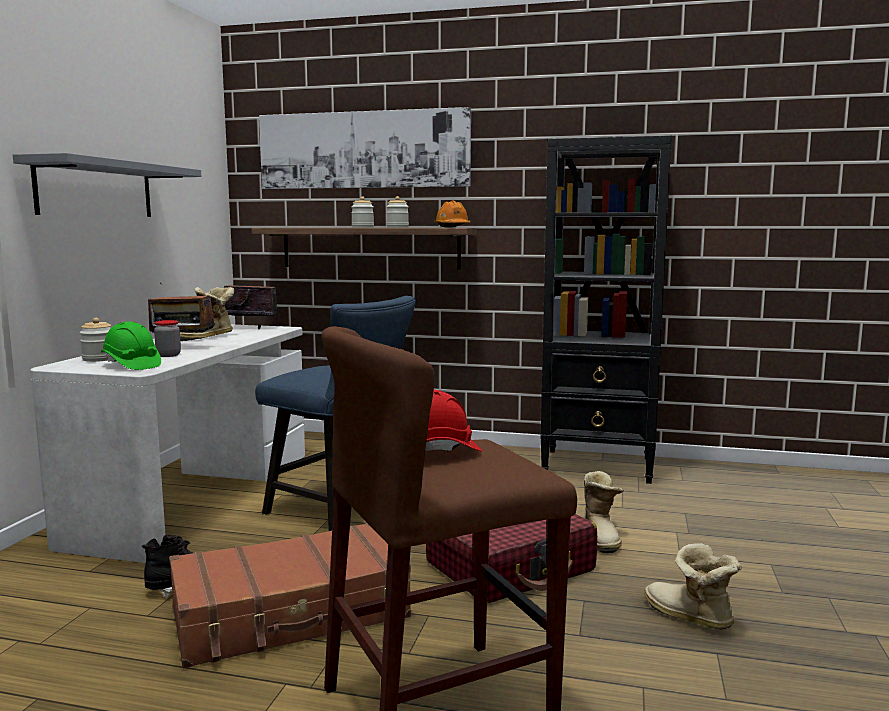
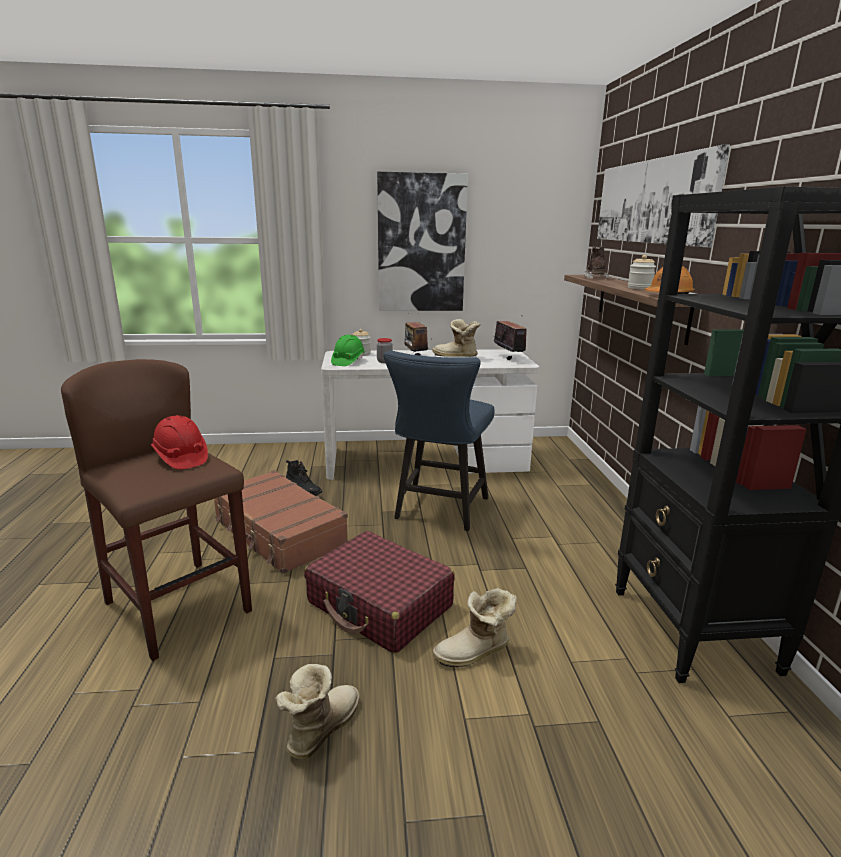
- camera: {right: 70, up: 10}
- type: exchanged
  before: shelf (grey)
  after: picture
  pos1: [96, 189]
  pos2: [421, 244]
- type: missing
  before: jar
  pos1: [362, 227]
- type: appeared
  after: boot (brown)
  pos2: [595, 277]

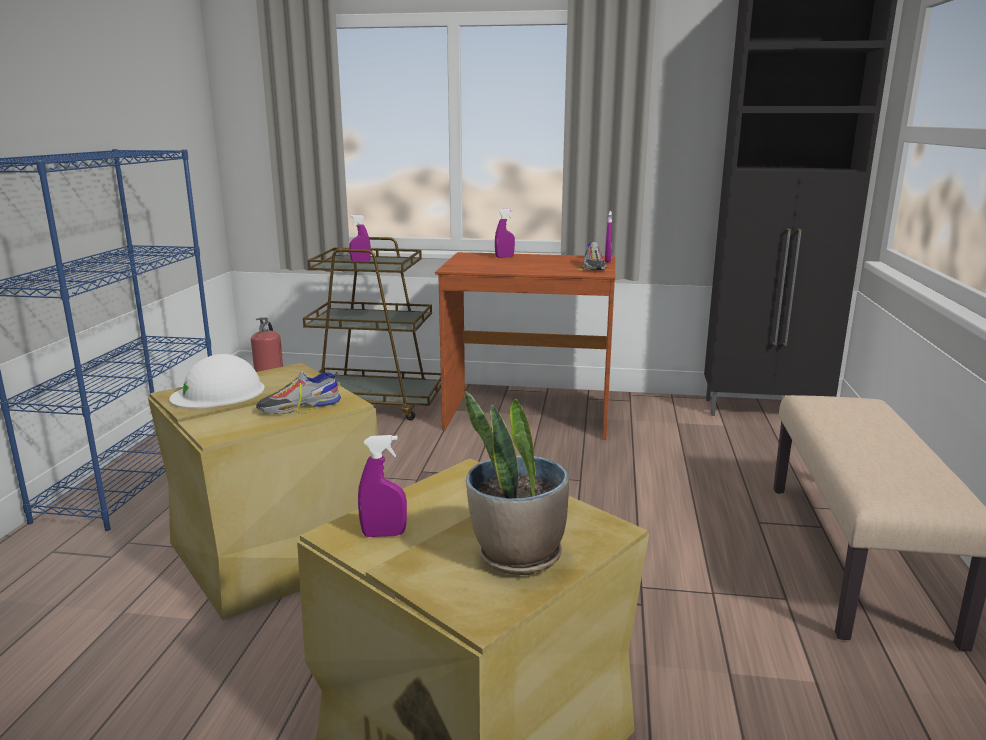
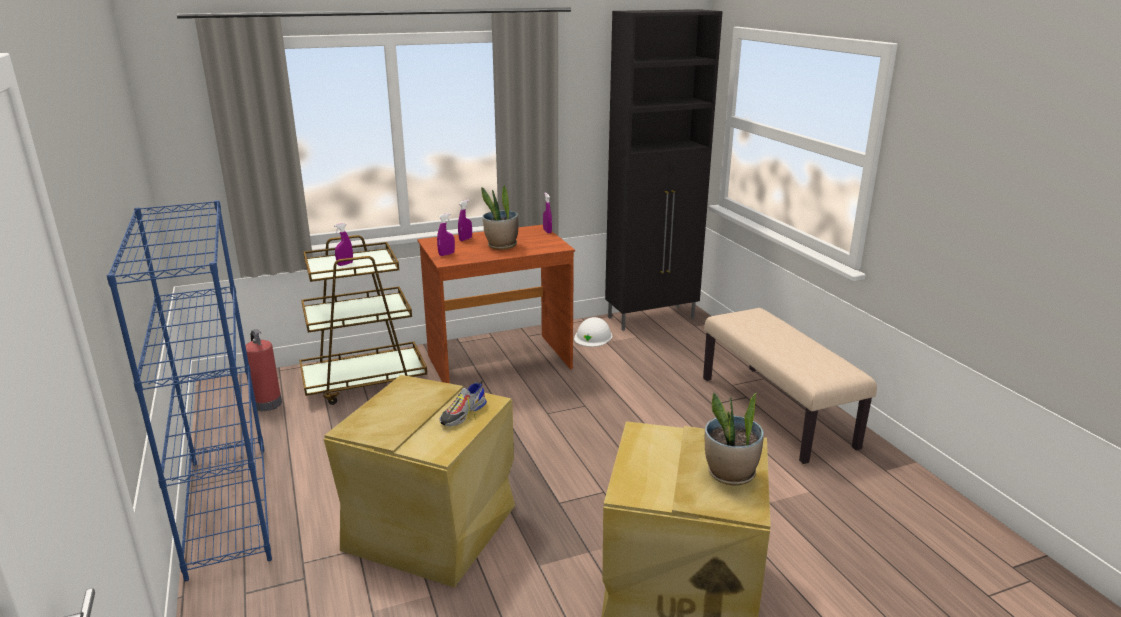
- camera: {right: -30, up: 5}
- type: relocated
  before: hard hat (white)
  pos1: [219, 393]
  pos2: [593, 336]
- type: relocated
  before: spray bottle (purple)
  pos1: [384, 534]
  pos2: [446, 254]
- type: missing
  before: shoe
  pos1: [593, 267]
- type: appeared
  after: potted plant
  pos2: [501, 246]

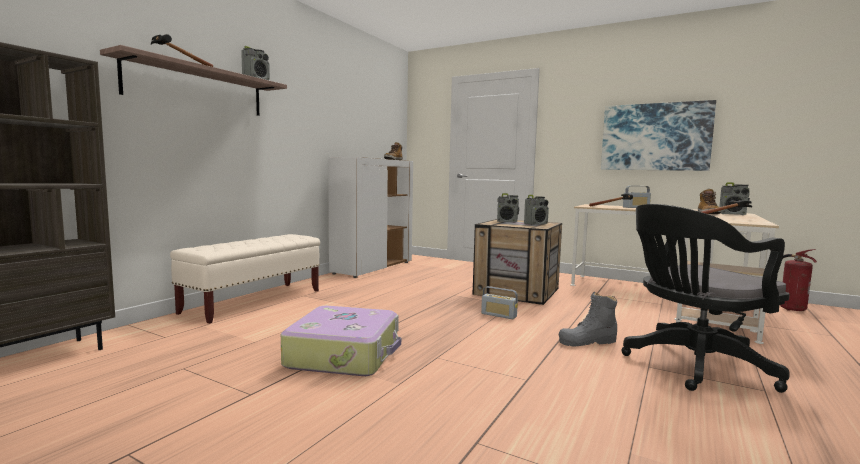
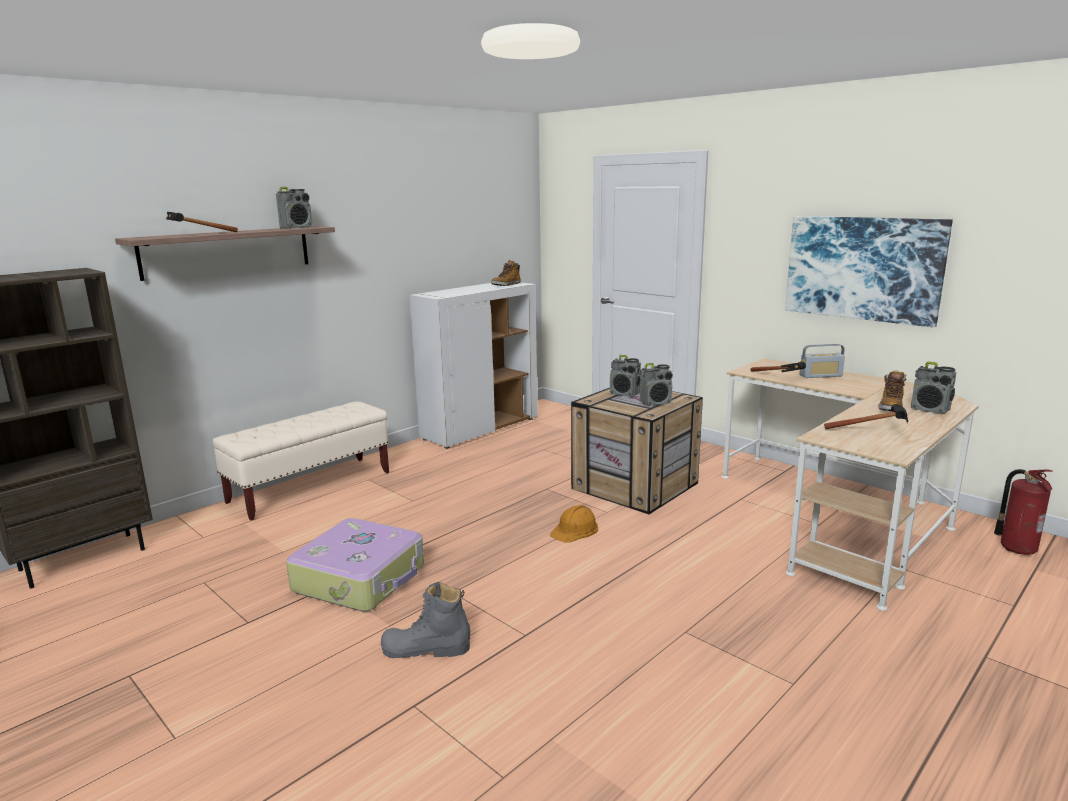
- camera: {right: 15, up: 10}
- type: exchanged
  before: radio
  after: hard hat (orange)
  pos1: [499, 315]
  pos2: [575, 530]
- type: relocated
  before: boot (grey)
  pos1: [587, 341]
  pos2: [426, 649]
- type: missing
  before: office chair (black)
  pos1: [692, 366]

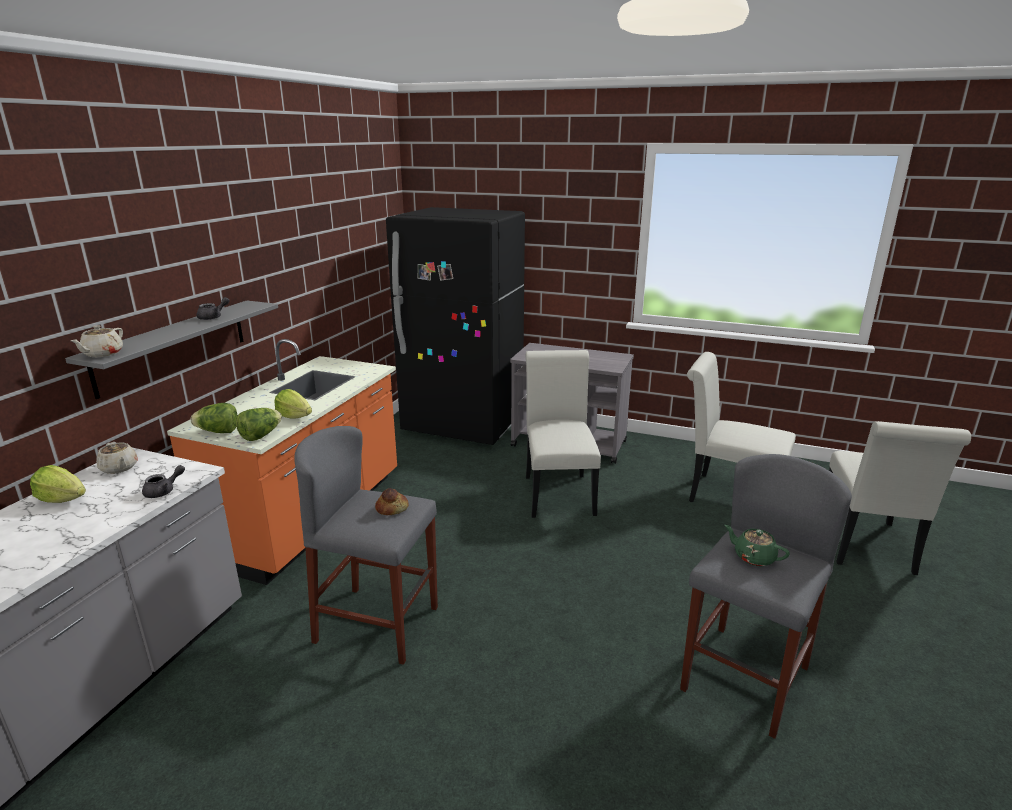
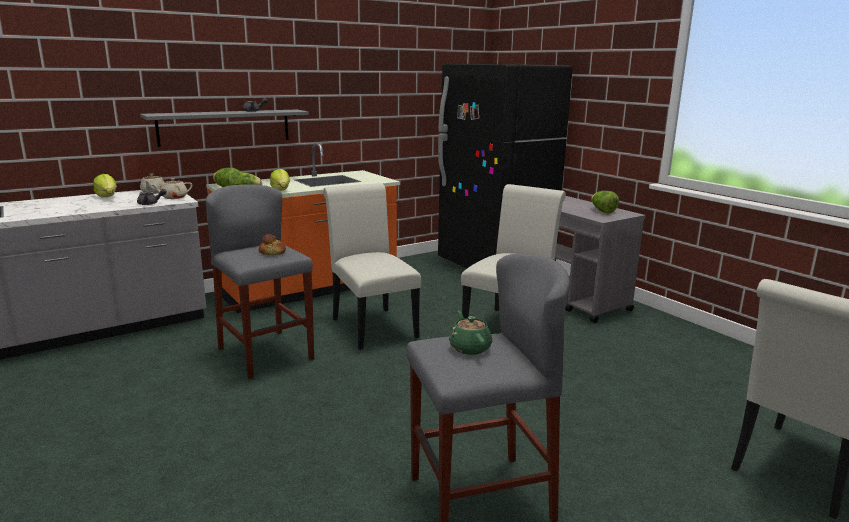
- camera: {right: 35, up: -5}
- type: relocated
  before: teapot (beige)
  pos1: [102, 354]
  pos2: [174, 197]
- type: relocated
  before: chair (white)
  pos1: [727, 495]
  pos2: [371, 325]
- type: appeared
  after: lettuce
  pos2: [602, 211]

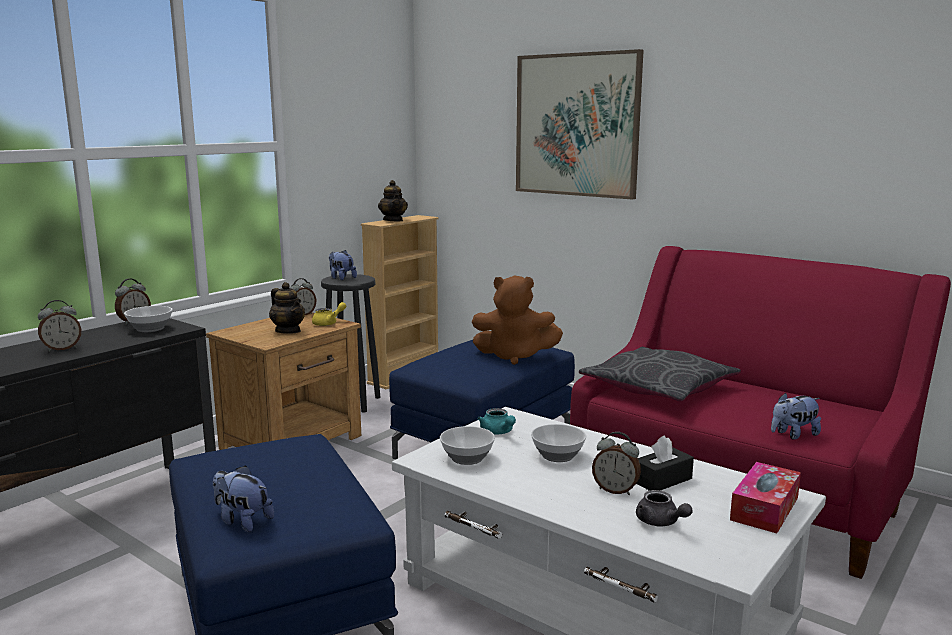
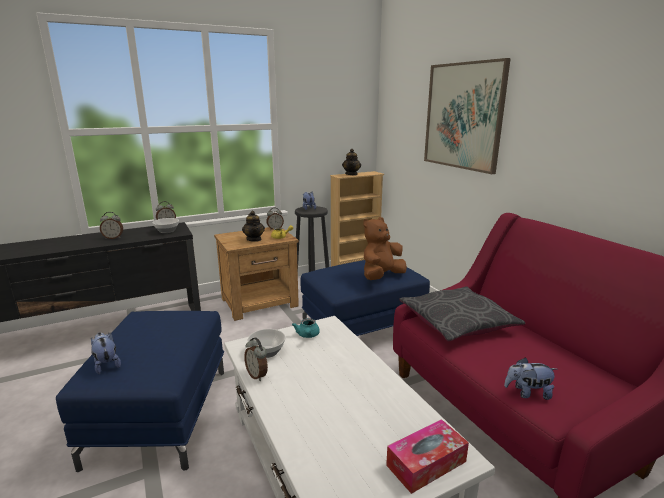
- camera: {right: 25, up: 5}
- type: spun
  before: plush toy (brown)
  pos1: [514, 356]
  pos2: [381, 276]
  turn: 105
- type: missing
  before: bowl
  pos1: [558, 456]
- type: relocated
  before: alarm clock
  pos1: [615, 490]
  pos2: [257, 375]
- type: missing
  before: tissue box (black)
  pos1: [662, 480]
- type: missing
  before: teapot (grey)
  pos1: [660, 522]

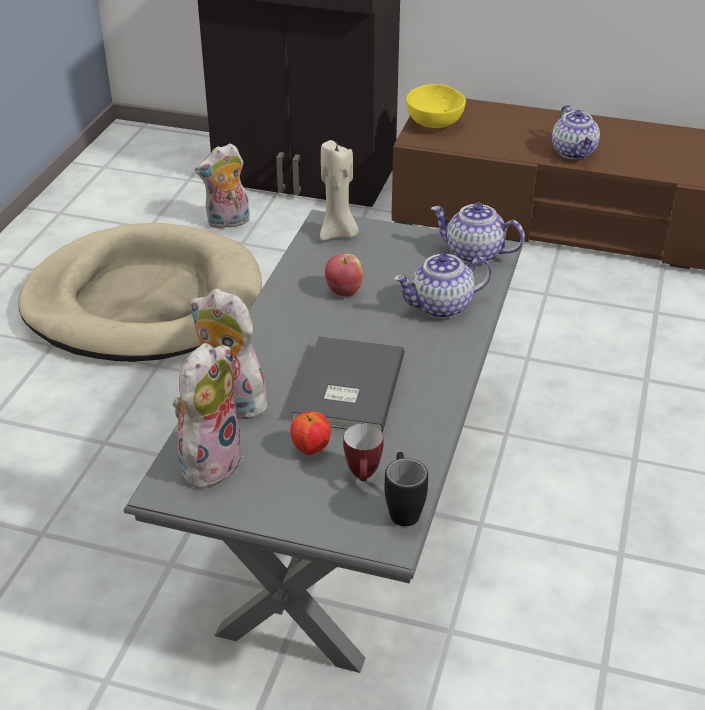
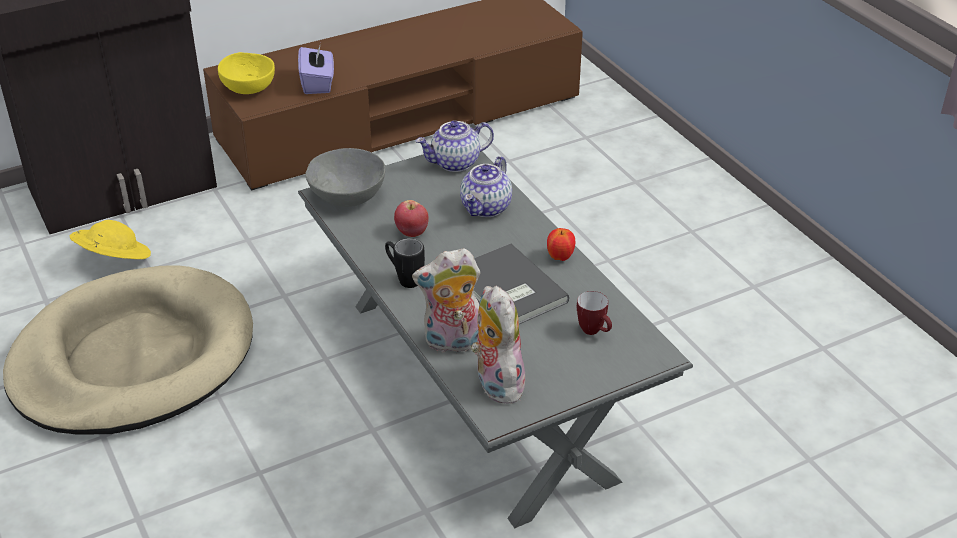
- camera: {right: -45, up: 0}
- type: exchanged
  before: plush toy
  after: hat (yellow)
  pos1: [228, 223]
  pos2: [113, 260]
- type: relocated
  before: apple
  pos1: [311, 449]
  pos2: [560, 257]
- type: exchanged
  before: candle (beige)
  after: bowl (grey)
  pos1: [338, 234]
  pos2: [347, 197]
- type: relocated
  before: mug (black)
  pos1: [403, 508]
  pos2: [404, 278]
- type: missing
  before: teapot
  pos1: [574, 152]
- type: appeared
  after: tissue box (purple)
  pos2: [318, 83]

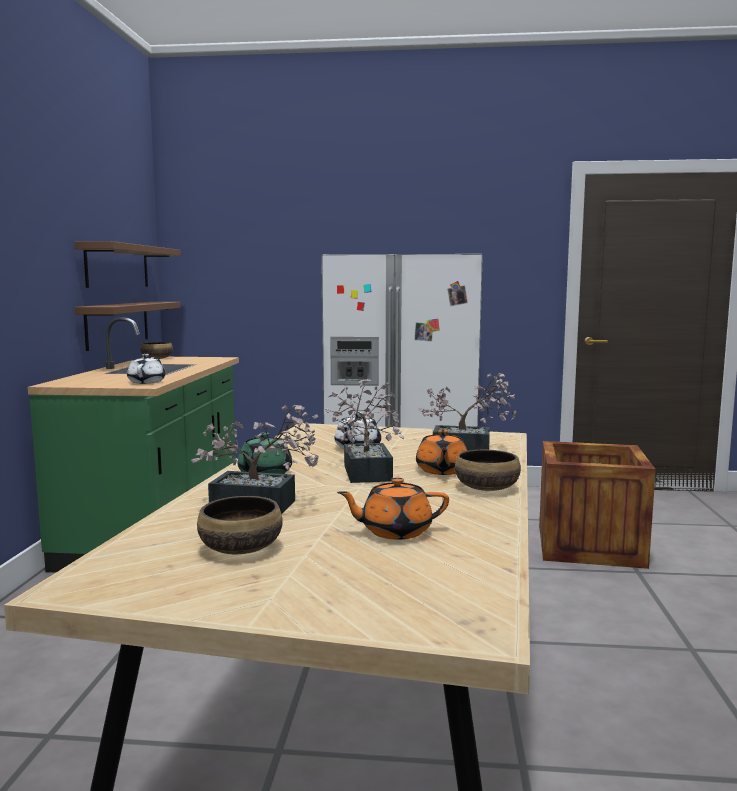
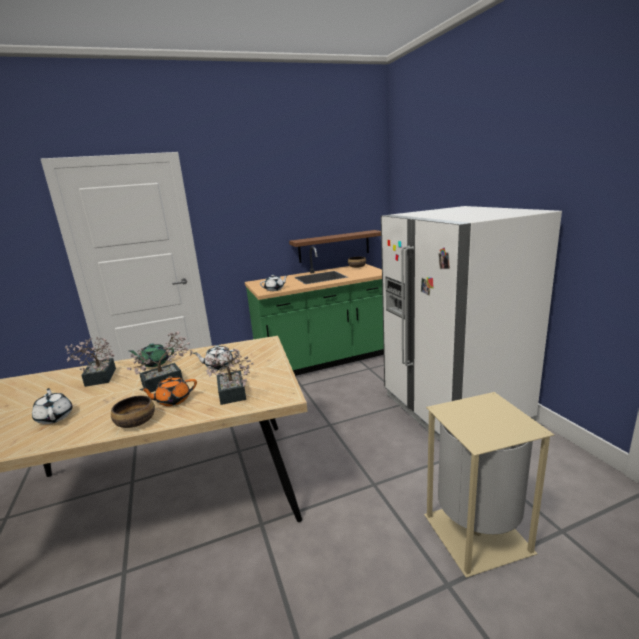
- camera: {right: 65, up: 10}
- type: missing
  before: shelf (brown)
  pos1: [118, 266]
- type: missing
  before: bowl
  pos1: [242, 548]
- type: colour
  before: teapot (orange)
  after: teapot (white)
  pos1: [394, 531]
  pos2: [55, 417]
- type: exchanged
  before: crate
  after: trash can (beige)
  pos1: [589, 546]
  pos2: [479, 534]

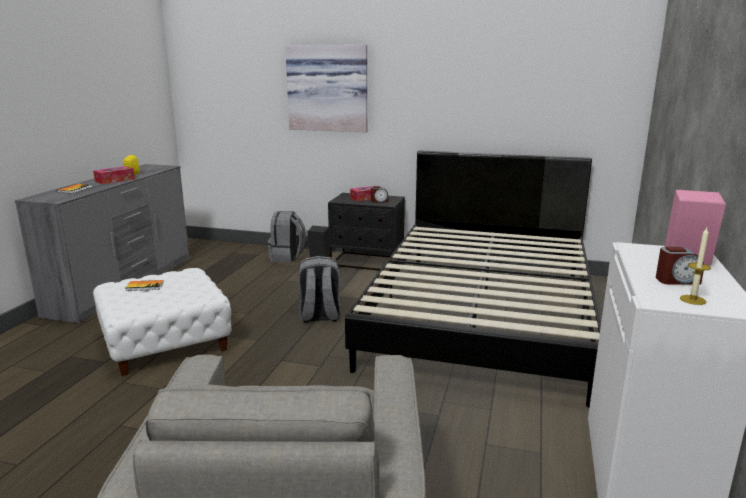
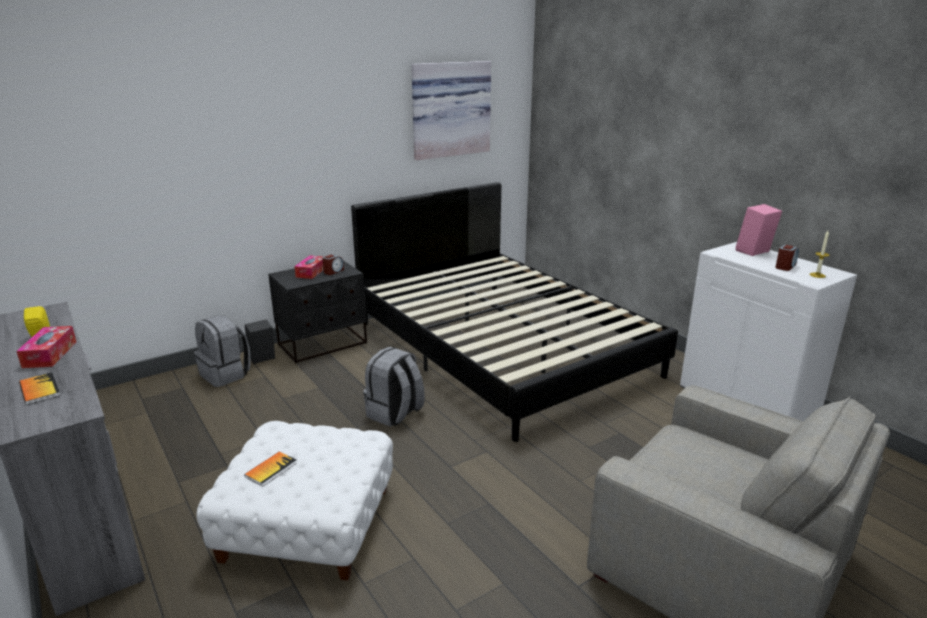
- camera: {right: -50, up: 5}
- type: relocated
  before: picture
  pos1: [328, 88]
  pos2: [449, 109]

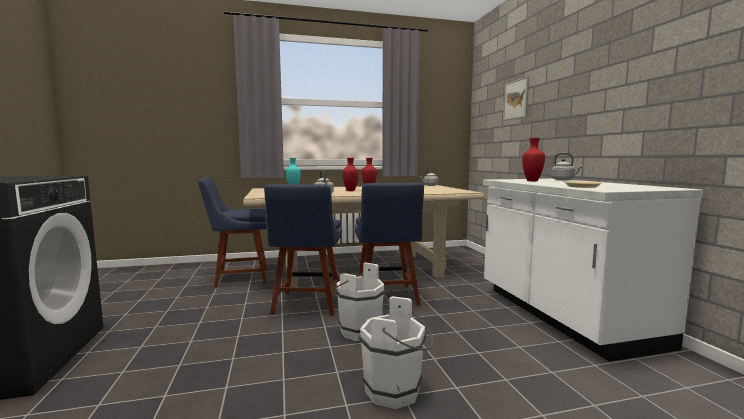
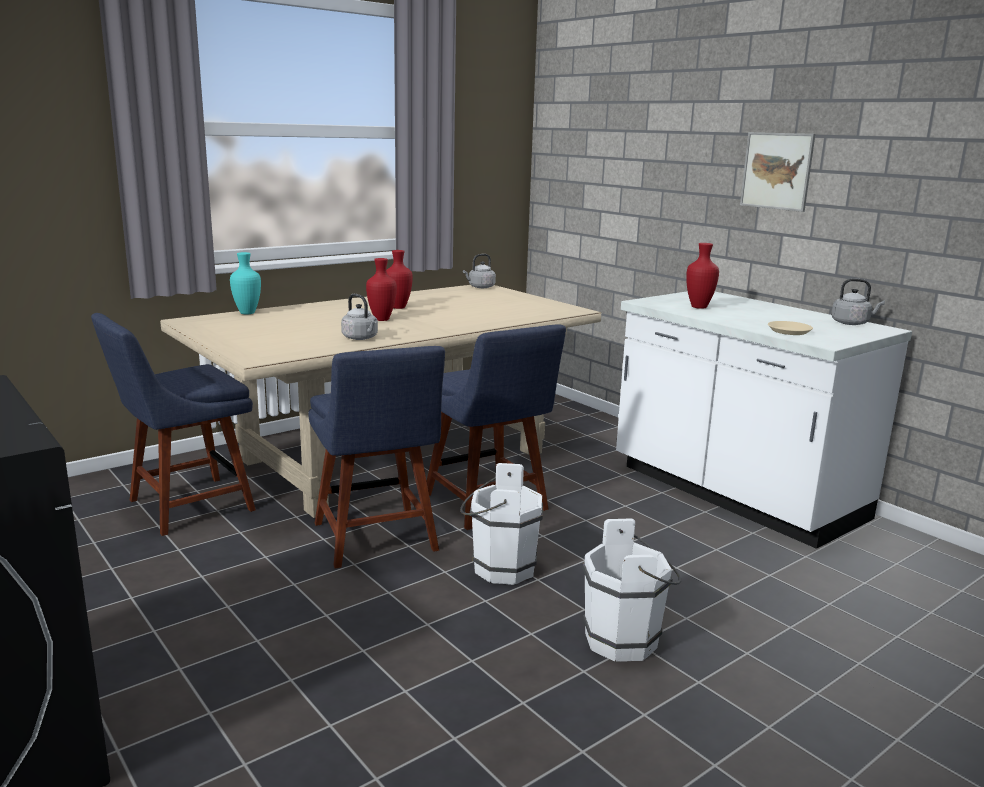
- camera: {right: -25, up: 10}
- type: relocated
  before: picture
  pos1: [516, 99]
  pos2: [777, 171]
- type: relocated
  before: kettle (grey)
  pos1: [564, 180]
  pos2: [852, 323]

